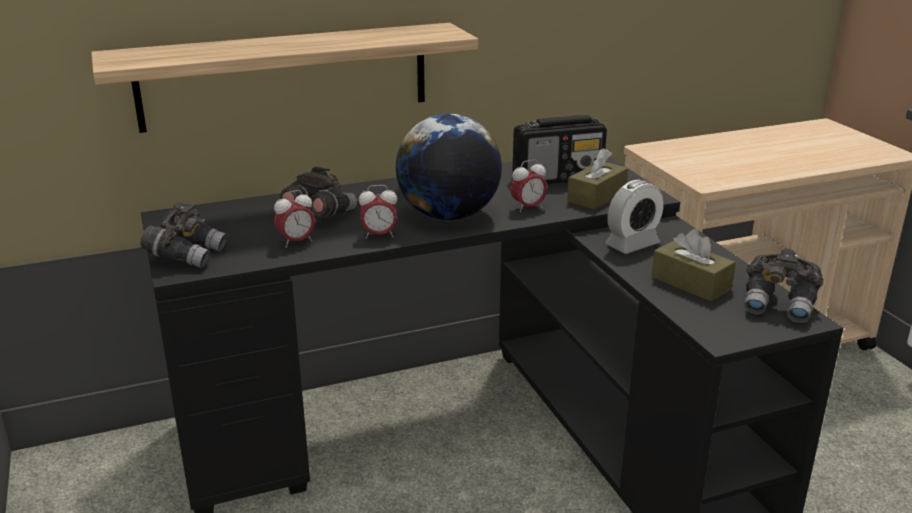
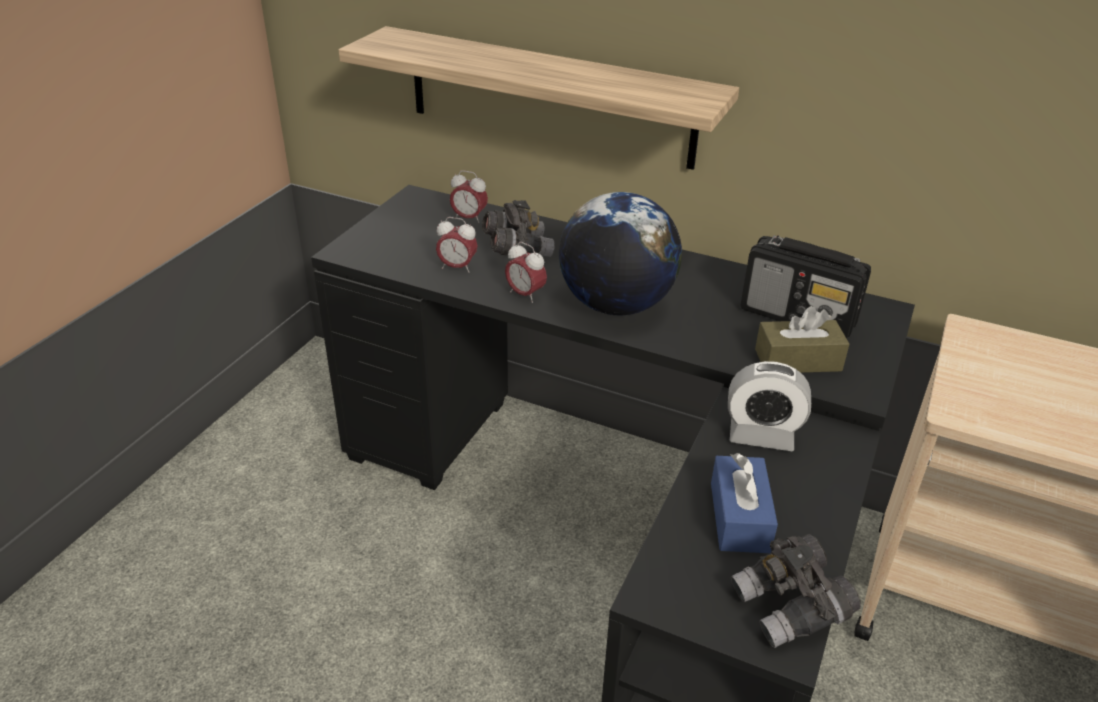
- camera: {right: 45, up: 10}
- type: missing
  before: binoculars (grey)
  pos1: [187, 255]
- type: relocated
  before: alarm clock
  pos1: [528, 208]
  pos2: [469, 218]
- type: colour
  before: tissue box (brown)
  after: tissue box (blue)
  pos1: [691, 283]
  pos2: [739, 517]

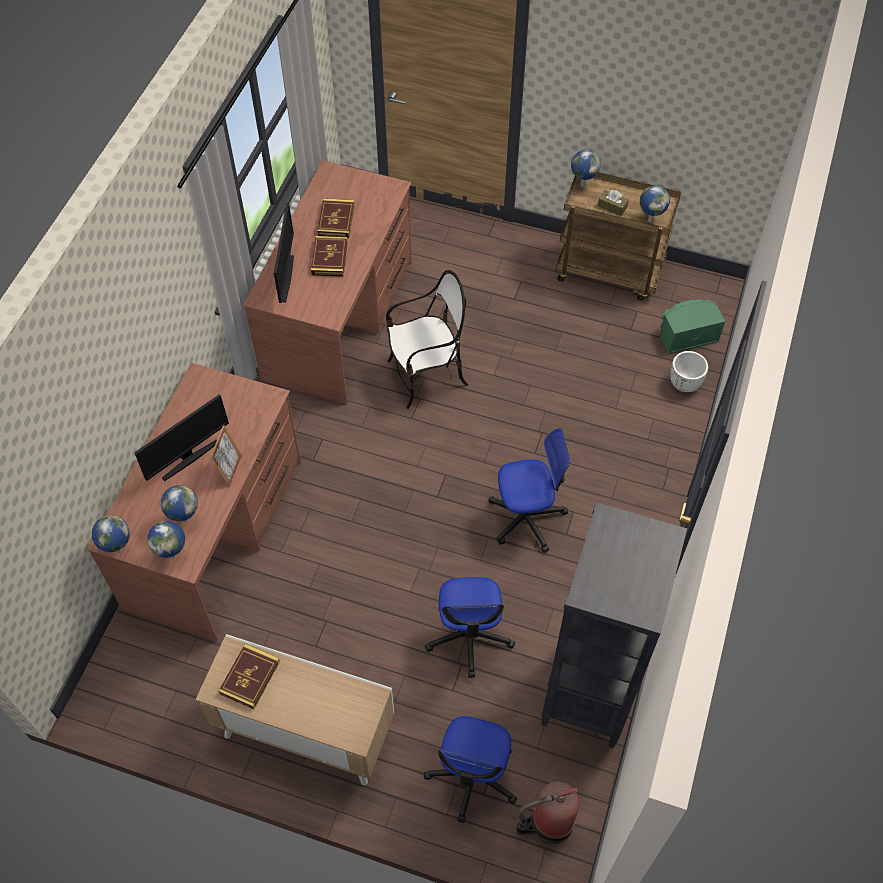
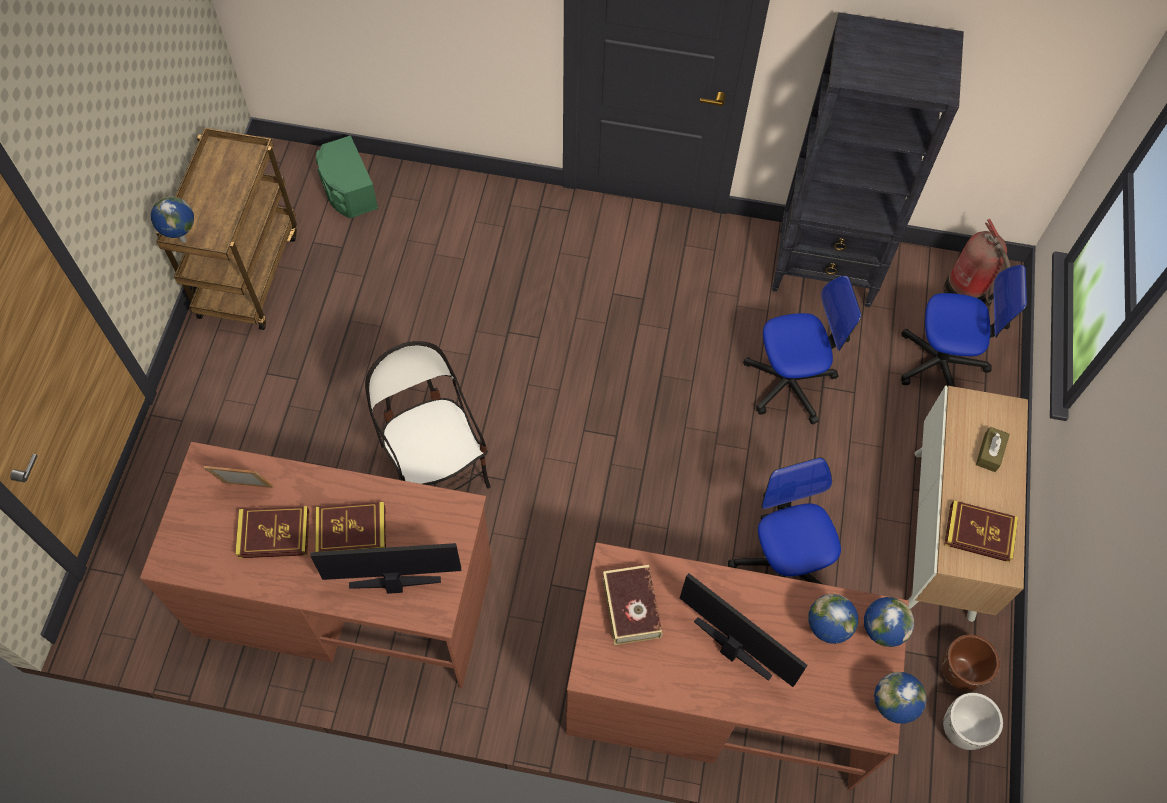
- camera: {right: -100, up: 5}
- type: relocated
  before: picture frame
  pos1: [230, 469]
  pos2: [246, 490]
- type: relocated
  before: office chair
  pos1: [526, 517]
  pos2: [782, 564]
- type: relocated
  before: tissue box (brown)
  pos1: [612, 207]
  pos2: [990, 452]
- type: missing
  before: globe
  pos1: [650, 220]
- type: relocated
  before: planter (white)
  pos1: [684, 384]
  pos2: [962, 730]
- type: appeared
  after: book
  pos2: [631, 608]
- type: appeared
  after: planter (brown)
  pos2: [959, 672]

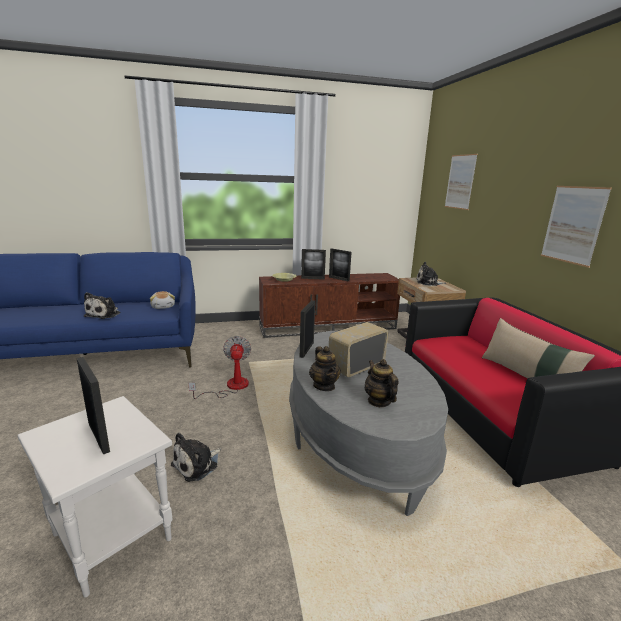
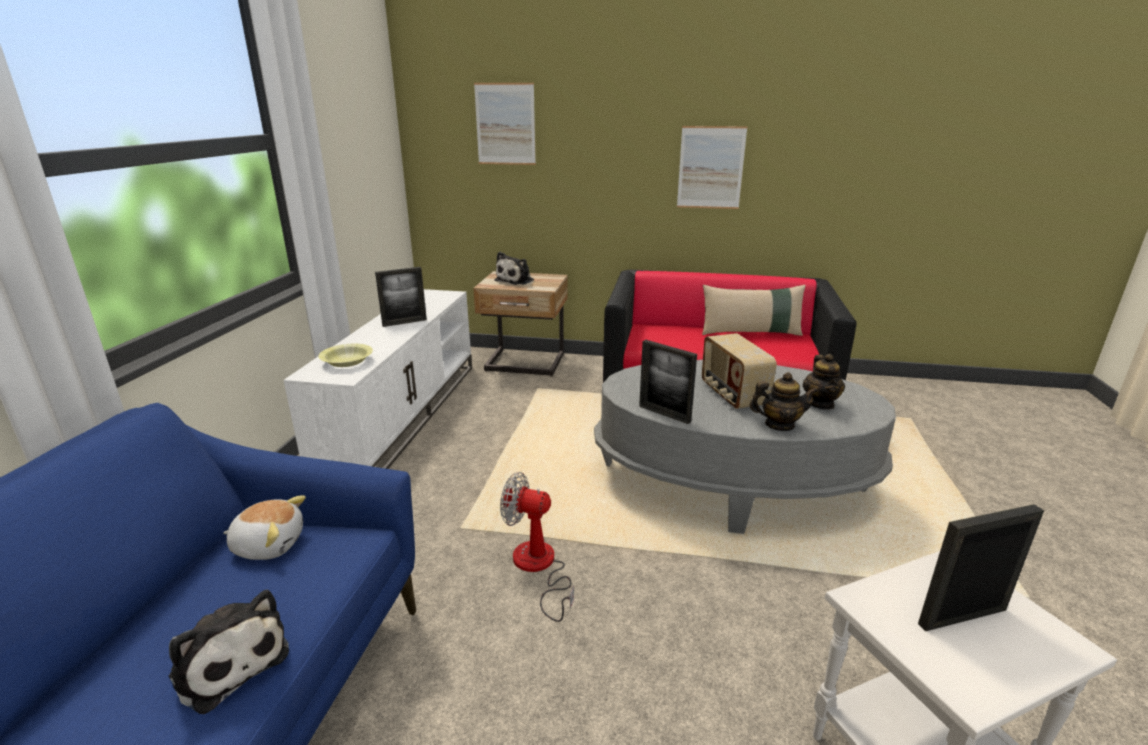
- camera: {right: -65, up: 5}
- type: missing
  before: plush toy
  pos1: [197, 464]
- type: colour
  before: tv stand (brown)
  after: tv stand (white)
  pos1: [328, 327]
  pos2: [402, 414]
- type: missing
  before: picture frame
  pos1: [312, 278]
- type: spun
  before: teapot
  pos1: [379, 401]
  pos2: [820, 403]
  turn: -90

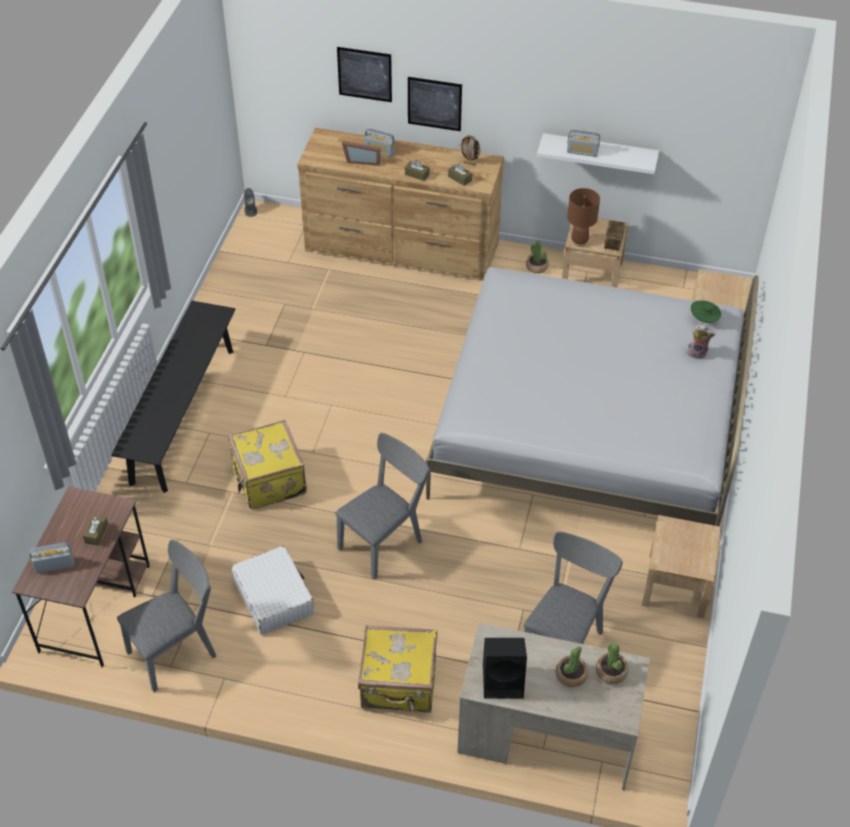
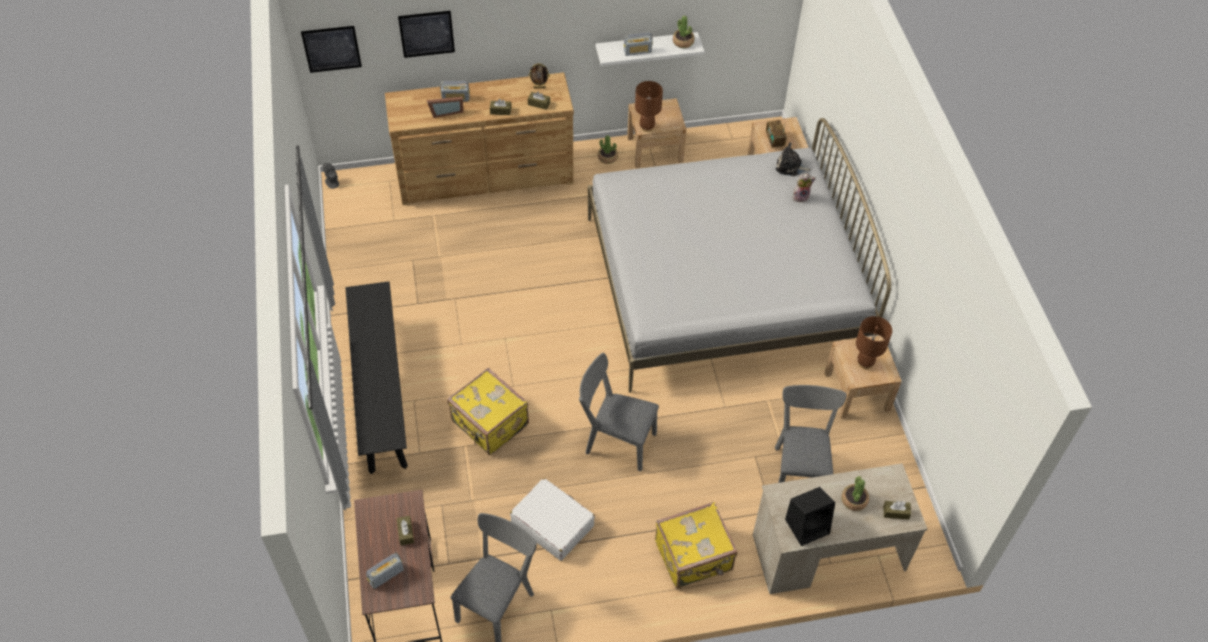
- camera: {right: -25, up: 5}
- type: spun
  before: chair (grey)
  pos1: [384, 541]
  pos2: [615, 441]
  turn: -90
- type: relocated
  before: picture
  pos1: [434, 103]
  pos2: [331, 49]
- type: relocated
  before: potted plant
  pos1: [611, 672]
  pos2: [683, 42]
- type: relocated
  before: radio
  pos1: [613, 244]
  pos2: [774, 141]
- type: exchanged
  before: hat (green)
  after: plush toy
  pos1: [704, 320]
  pos2: [790, 167]
- type: appeared
  after: table lamp (brown)
  pos2: [865, 363]
- type: appeared
  after: tissue box (brown)
  pos2: [896, 512]

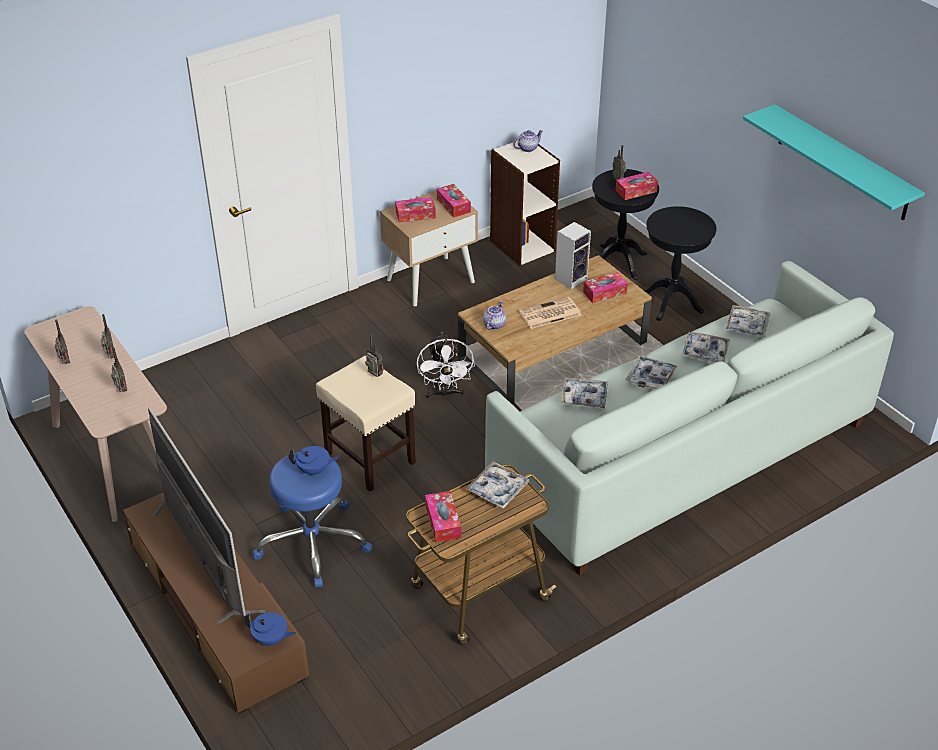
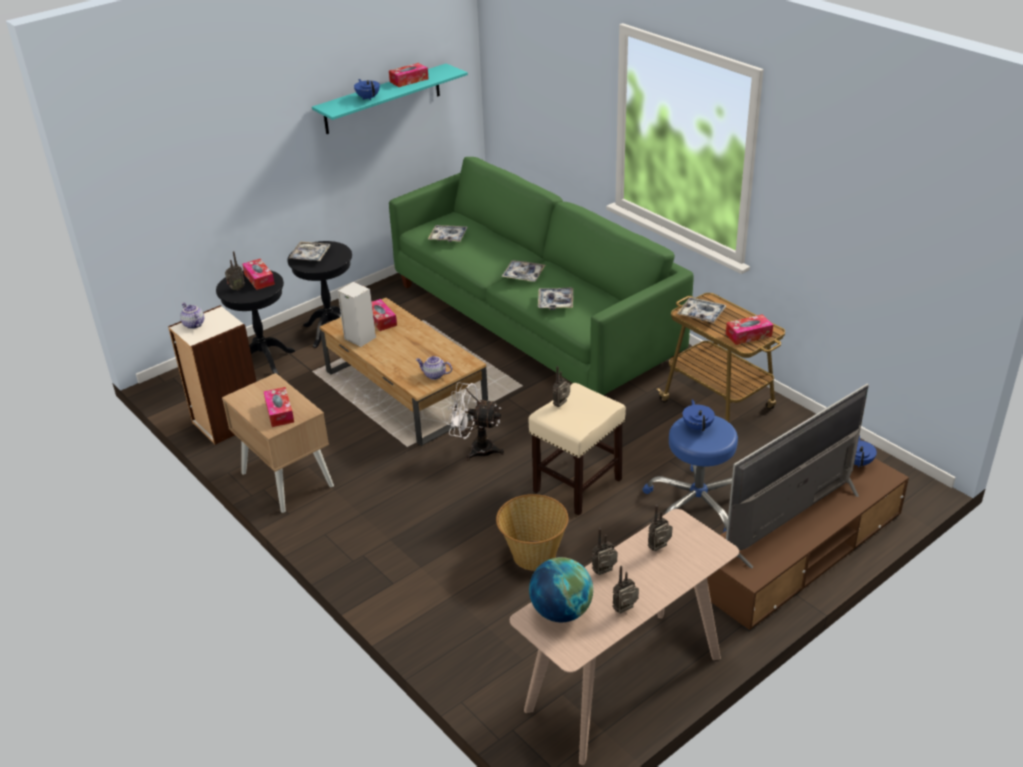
- camera: {right: -95, up: -5}
- type: spun
  before: fan (white)
  pos1: [445, 393]
  pos2: [476, 449]
  turn: -150
- type: relocated
  before: tissue box
  pos1: [453, 205]
  pos2: [409, 80]
- type: colour
  before: sofa (white)
  after: sofa (green)
  pos1: [682, 455]
  pos2: [533, 321]
- type: missing
  before: newspaper
  pos1: [549, 314]
- type: relocated
  before: tray
  pos1: [705, 352]
  pos2: [310, 255]
- type: appeared
  after: teapot (blue)
  pos2: [368, 98]
- type: appeared
  after: basket
  pos2: [533, 555]
- type: appeared
  after: globe
  pos2: [561, 611]

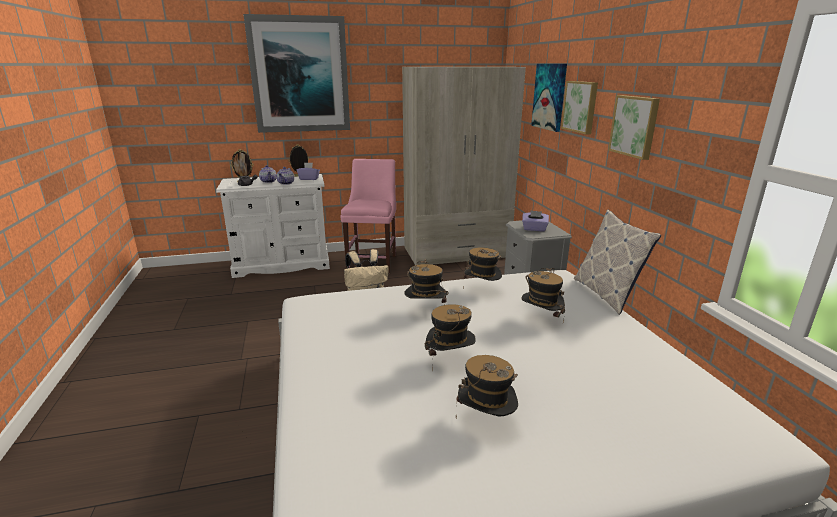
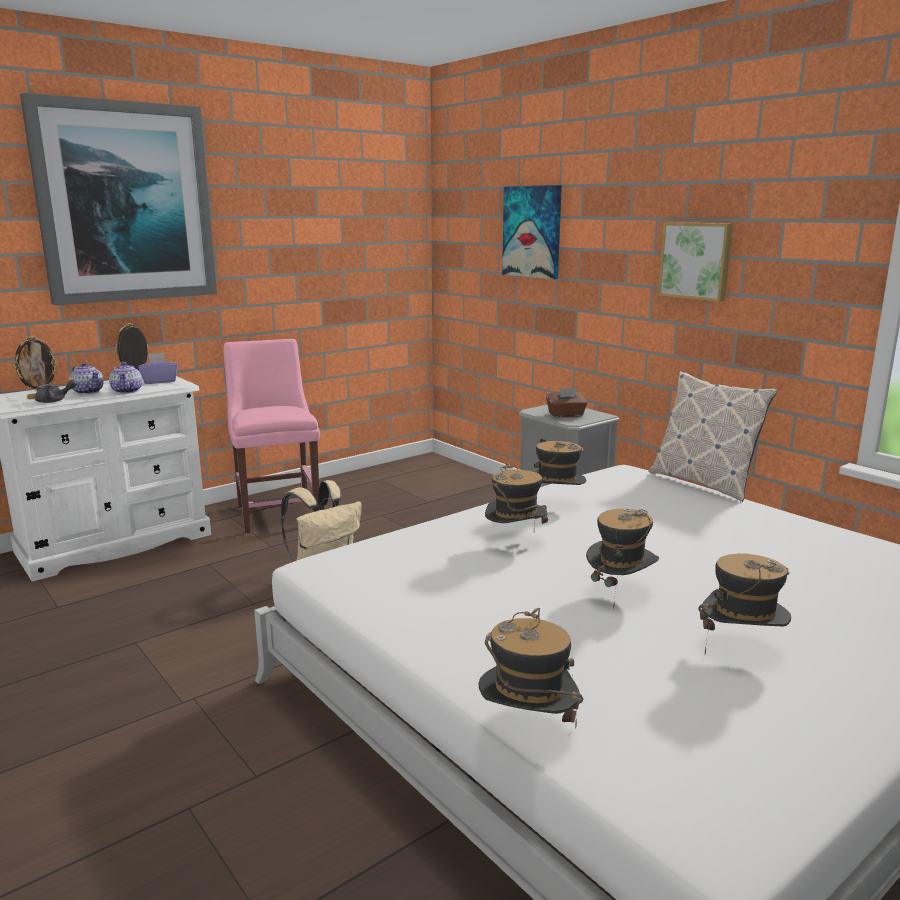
- camera: {right: -25, up: -5}
- type: missing
  before: wardrobe (beige)
  pos1: [456, 252]
- type: relocated
  before: hat
  pos1: [540, 320]
  pos2: [527, 731]
- type: colour
  before: tissue box (purple)
  after: tissue box (brown)
  pos1: [534, 229]
  pos2: [566, 415]
- type: missing
  before: picture
  pos1: [581, 106]

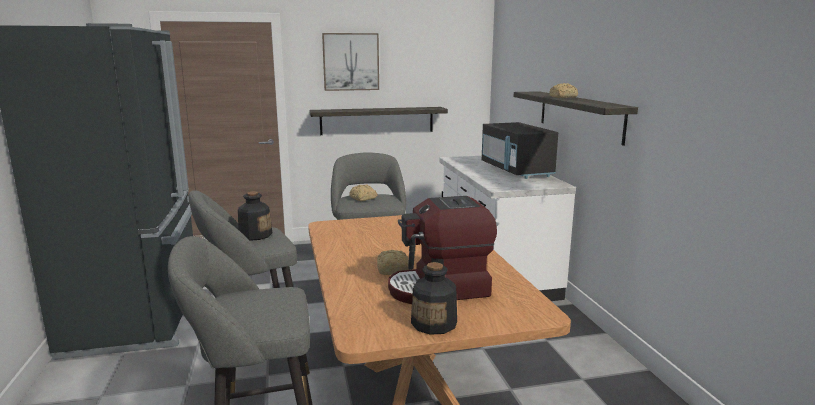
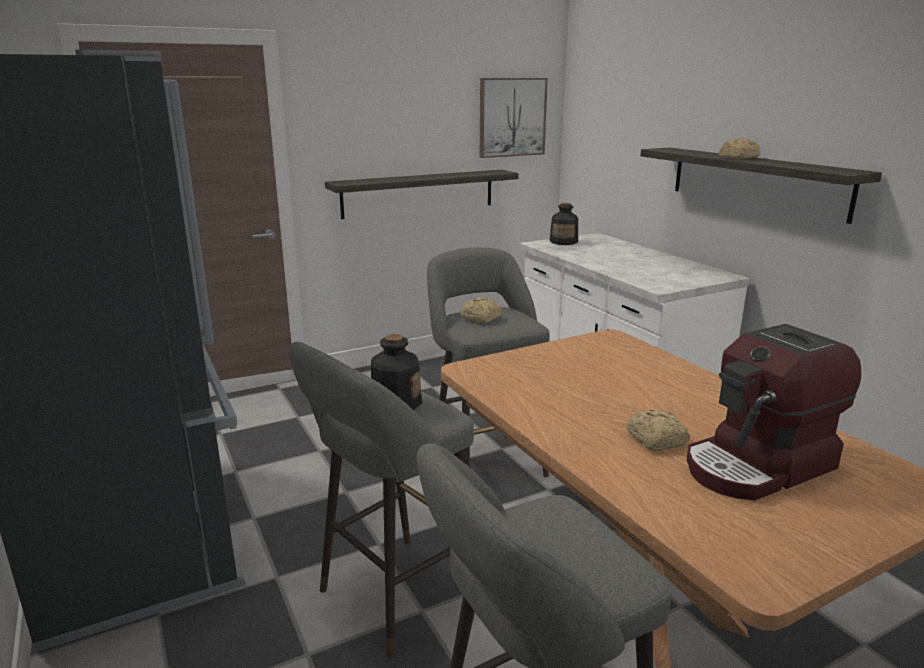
- camera: {right: -15, up: 5}
- type: relocated
  before: picture
  pos1: [351, 62]
  pos2: [512, 117]
- type: relocated
  before: bottle
  pos1: [434, 323]
  pos2: [564, 242]
- type: missing
  before: microwave (black)
  pos1: [516, 170]

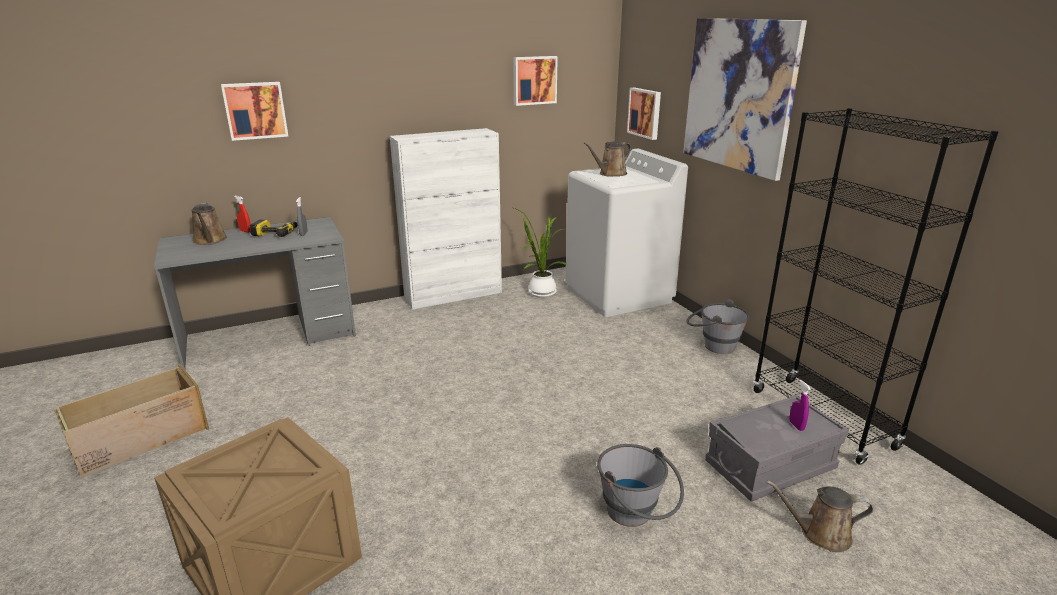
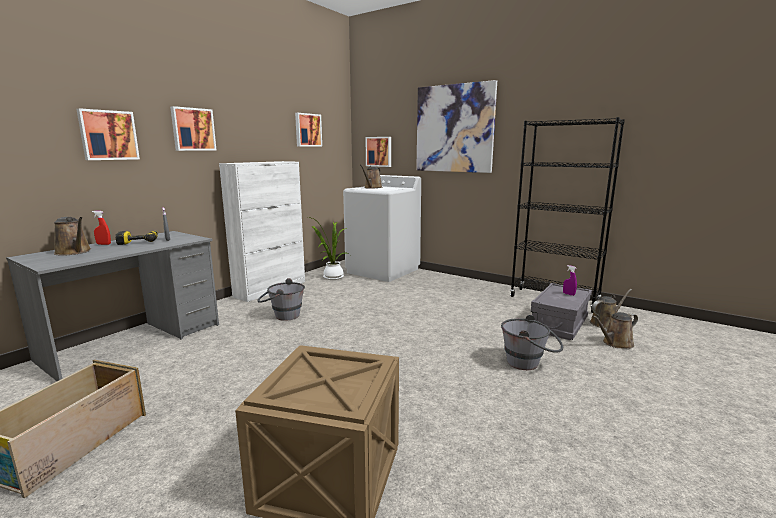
- camera: {right: -30, up: -10}
- type: relocated
  before: bucket (grey)
  pos1: [713, 345]
  pos2: [282, 316]
- type: appeared
  after: picture
  pos2: [193, 129]
- type: appeared
  after: watering can (brown)
  pos2: [605, 323]

